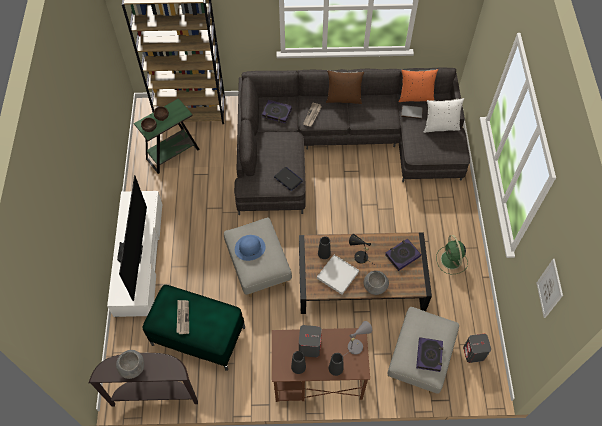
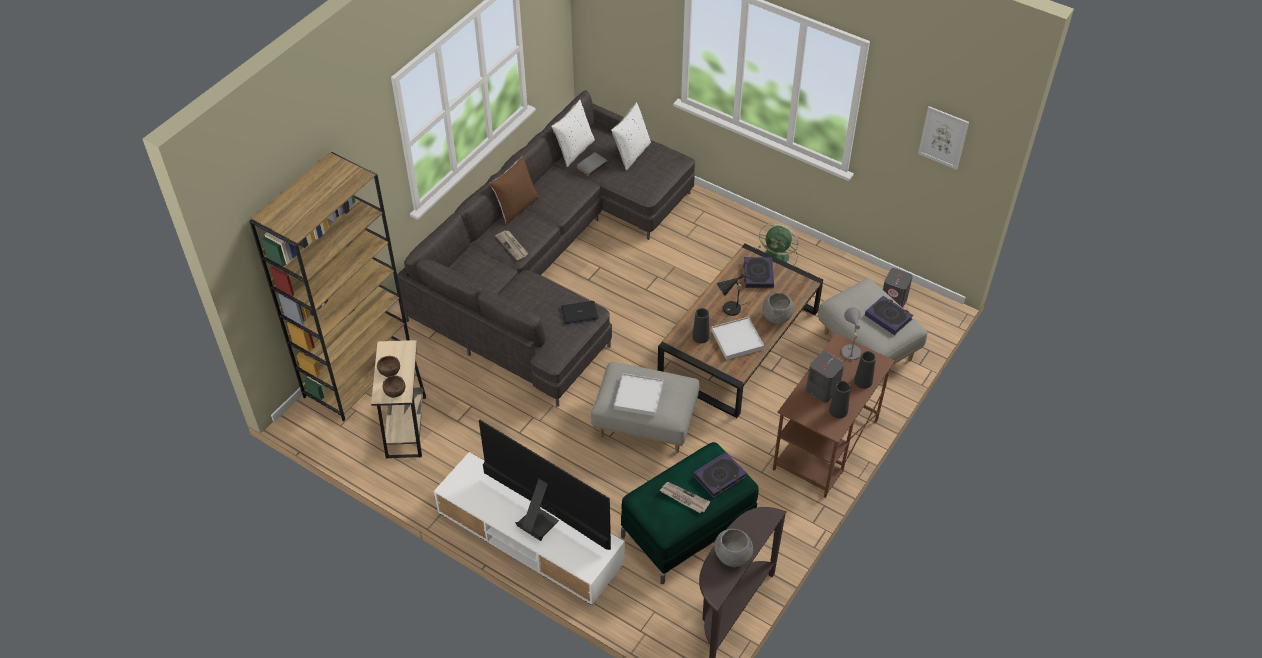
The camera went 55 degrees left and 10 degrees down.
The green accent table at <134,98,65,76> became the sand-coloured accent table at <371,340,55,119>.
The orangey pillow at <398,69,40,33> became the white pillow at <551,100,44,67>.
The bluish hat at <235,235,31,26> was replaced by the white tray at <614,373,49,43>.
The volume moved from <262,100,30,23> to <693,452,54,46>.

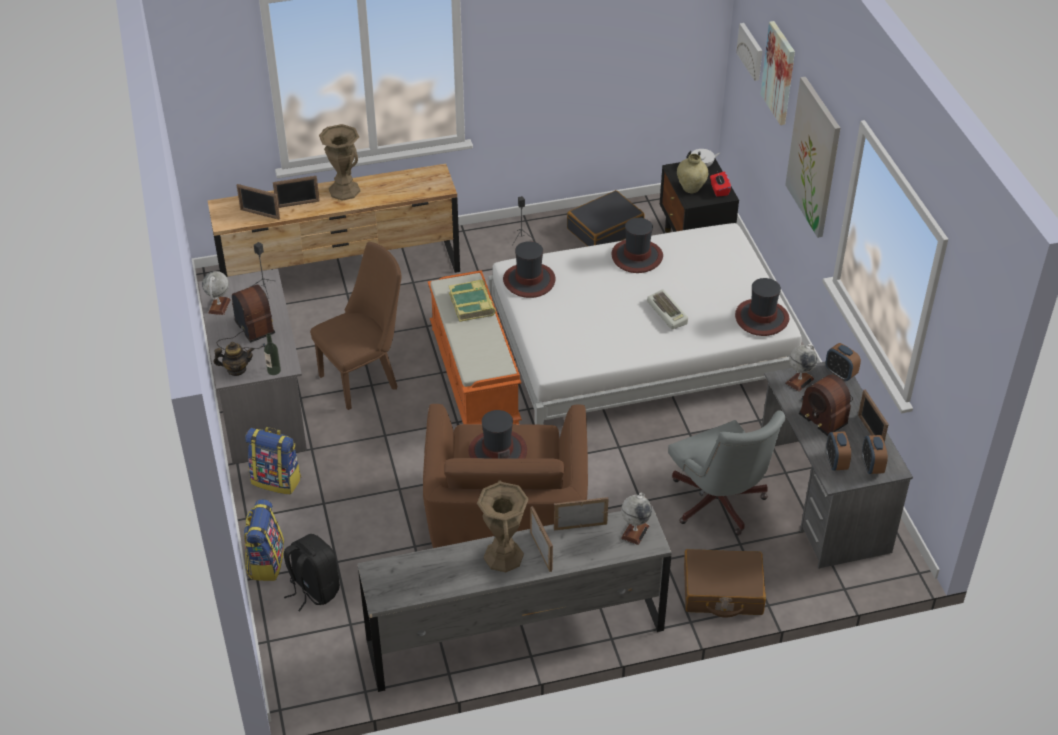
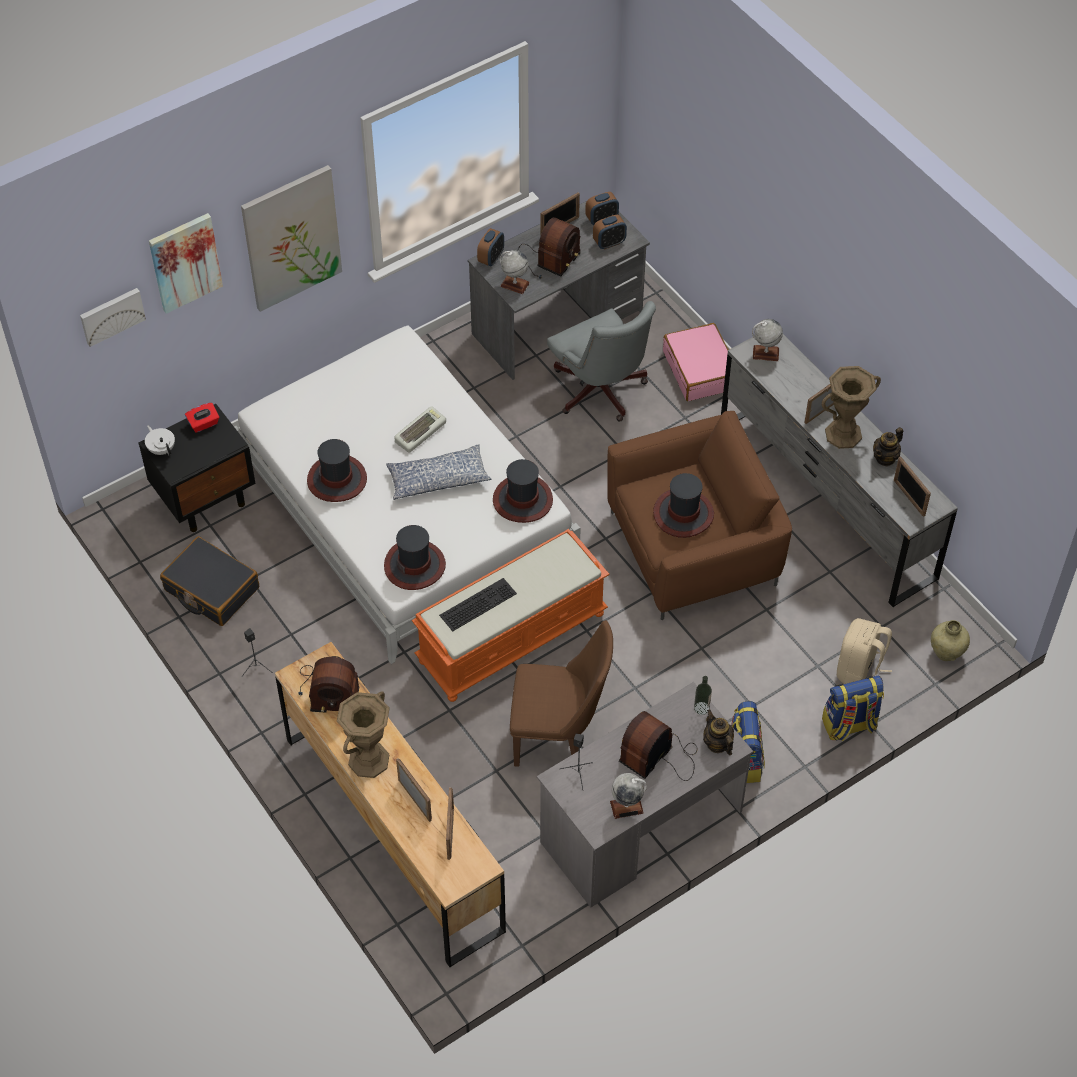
The camera went 110 degrees left and 10 degrees up.
The radio set at <298,656,61,57> appeared.
The pillow at <386,444,105,56> appeared.
The volume at <449,280,47,42> was replaced by the keyboard at <439,578,78,53>.
The hat moved from <735,278,55,58> to <493,459,60,64>.
The brown-coloured plain chair at <310,242,91,168> turned 150 degrees clockwise.
The gray desk chair at <668,410,117,125> turned 105 degrees clockwise.
The brown-coloured travel case at <684,549,82,69> became the pinkish travel case at <663,323,66,78>.
The blackish knapsack at <284,534,56,78> became the sand-coloured knapsack at <837,618,55,72>.
The pot for tea at <873,427,30,40> appeared.
The photo frame moved from <554,497,54,34> to <894,456,37,61>.
The sand-coloured flower vase moved from <677,154,31,40> to <931,620,39,41>.

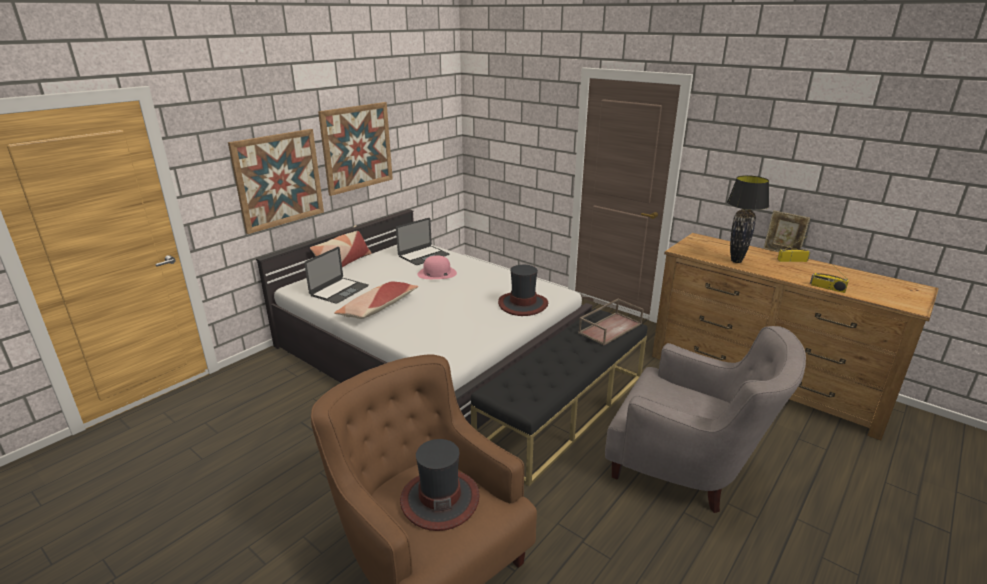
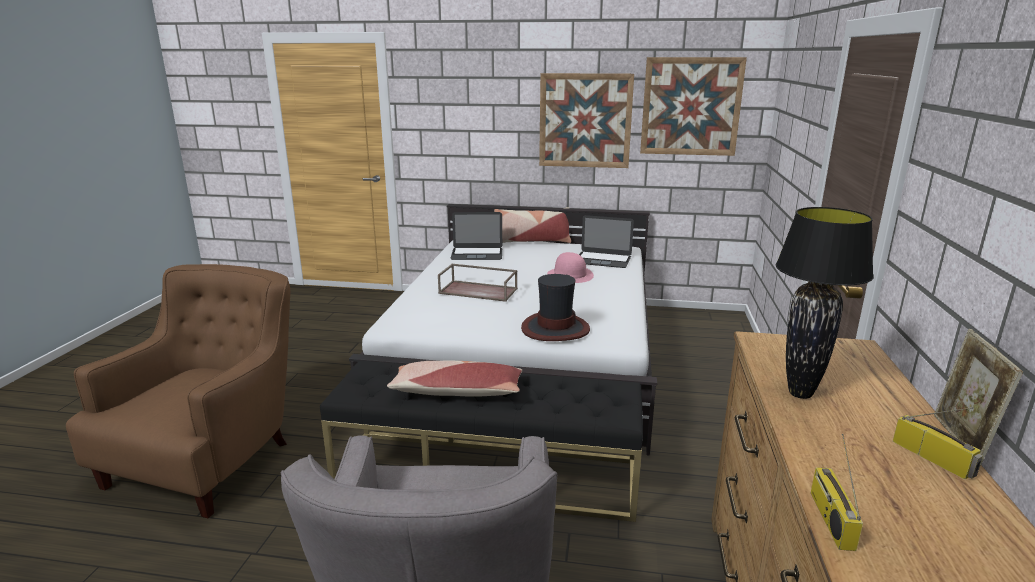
The camera went 60 degrees right and 5 degrees down.
The pillow moved from <334,281,85,38> to <387,361,135,36>.
The brown-coloured tray moved from <578,299,66,46> to <438,264,80,38>.
The wall art moved from <228,129,96,105> to <640,57,107,99>.
The hat at <400,439,80,92> disappeared.

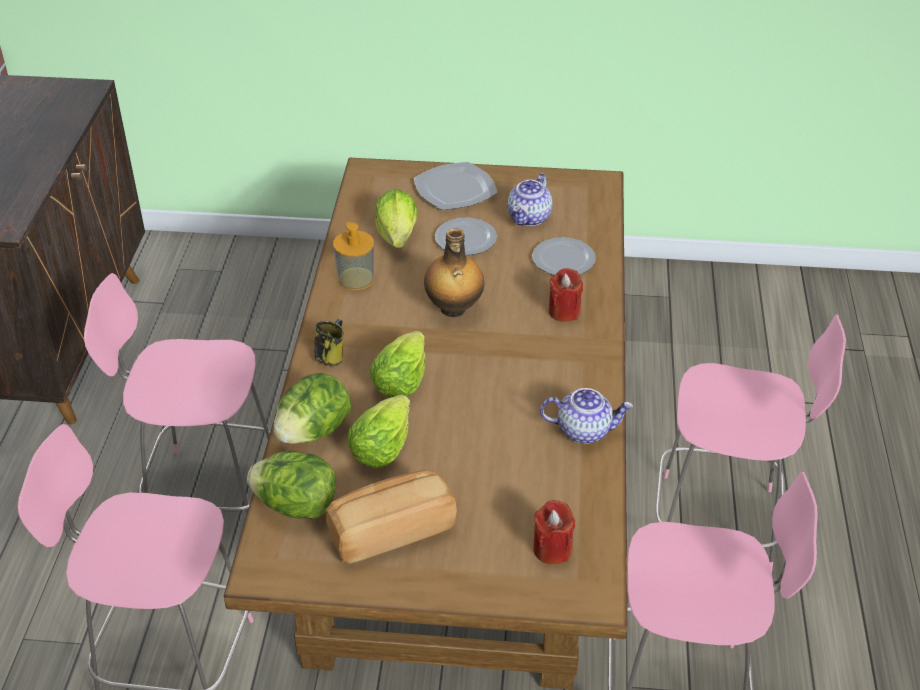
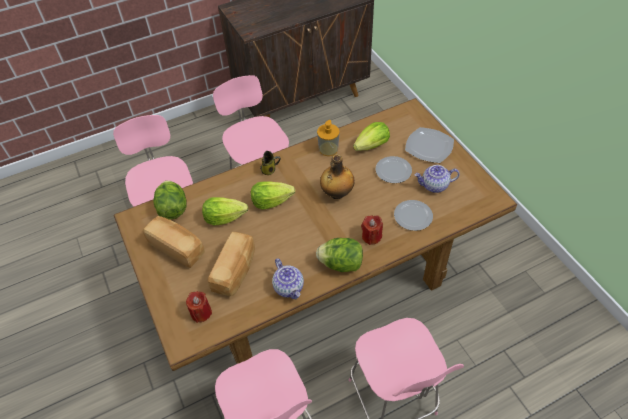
The camera went 60 degrees right and 10 degrees up.
The bread at <208,232,47,64> appeared.
The head of lettuce moved from <274,373,77,71> to <316,238,47,34>.

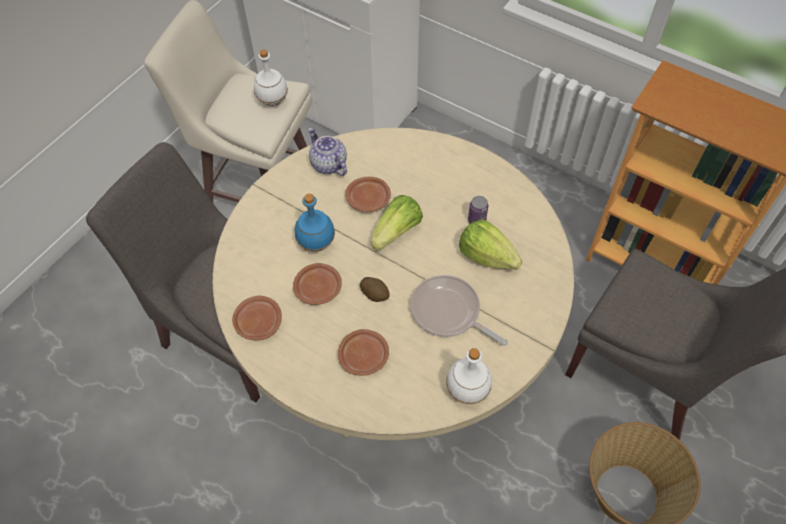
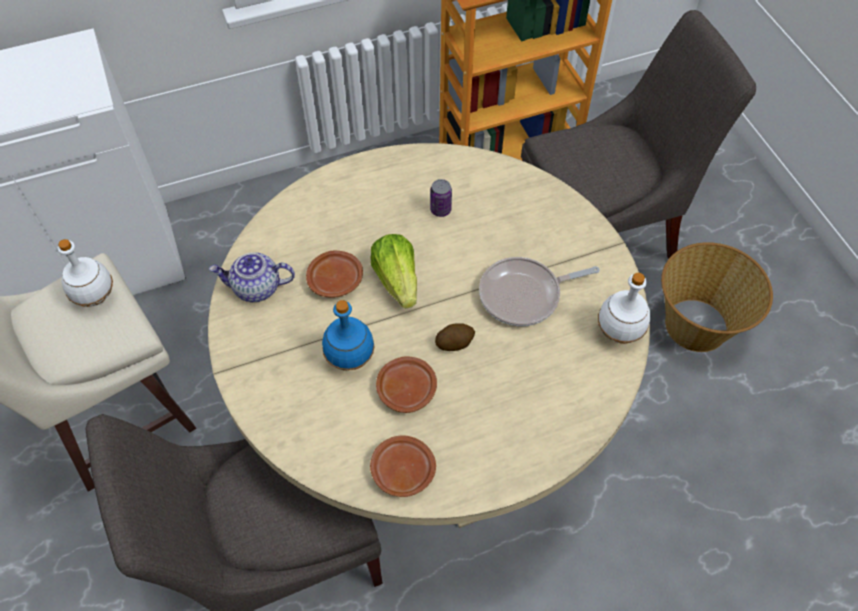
The camera went 55 degrees left and 0 degrees up.
The brown-coloured dinner plate at <338,329,51,47> disappeared.
The head of lettuce at <459,219,63,51> disappeared.

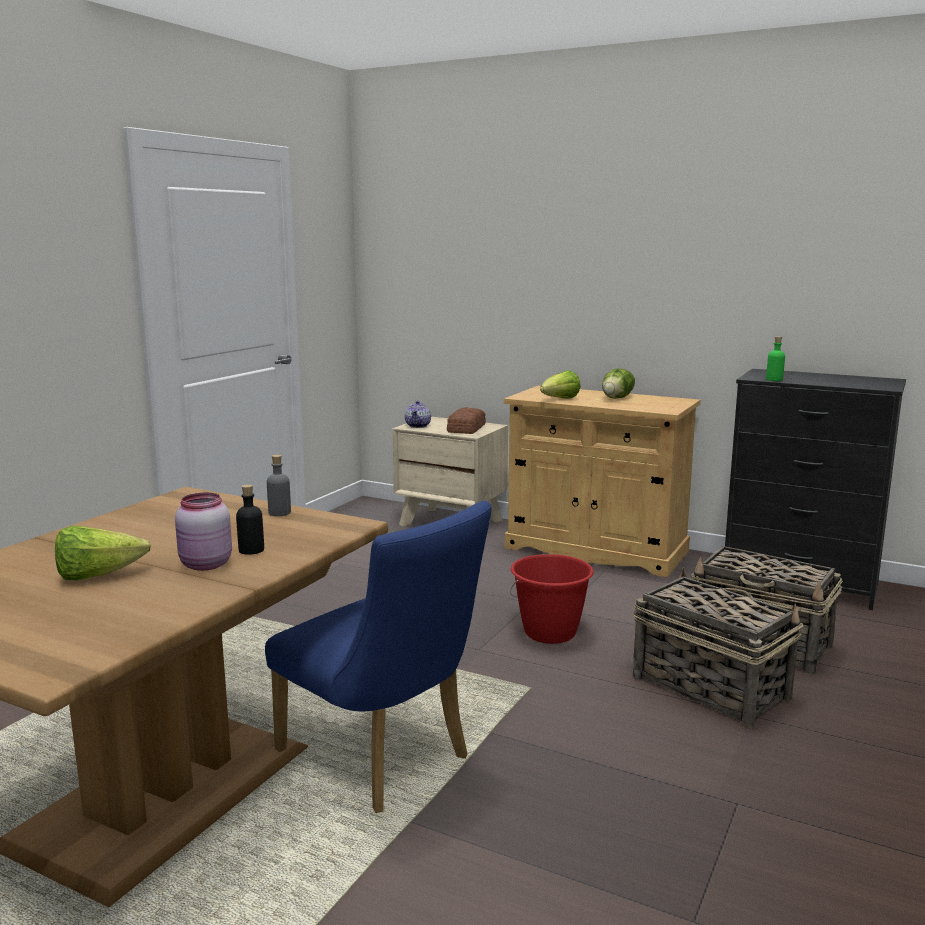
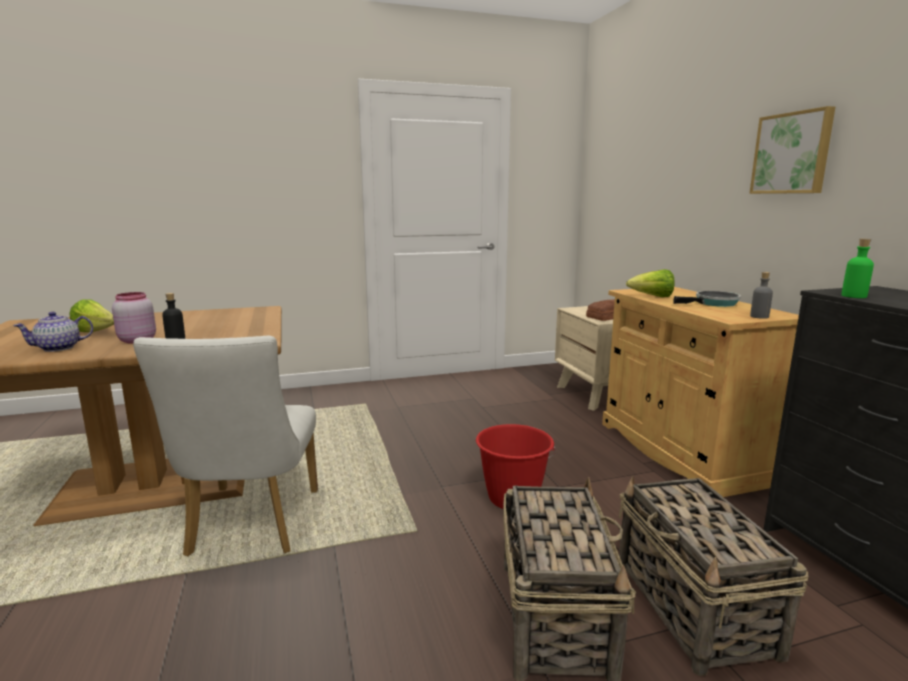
The camera went 45 degrees right and 0 degrees up.
The pot for tea moved from <405,401,26,27> to <13,312,80,40>.
The bluish plain chair at <265,501,226,312> became the white plain chair at <133,336,185,220>.
The head of lettuce at <602,368,33,31> was replaced by the skillet at <673,291,68,16>.
The wall art at <749,106,86,88> appeared.
The gray drink bottle moved from <267,454,24,62> to <750,272,23,47>.

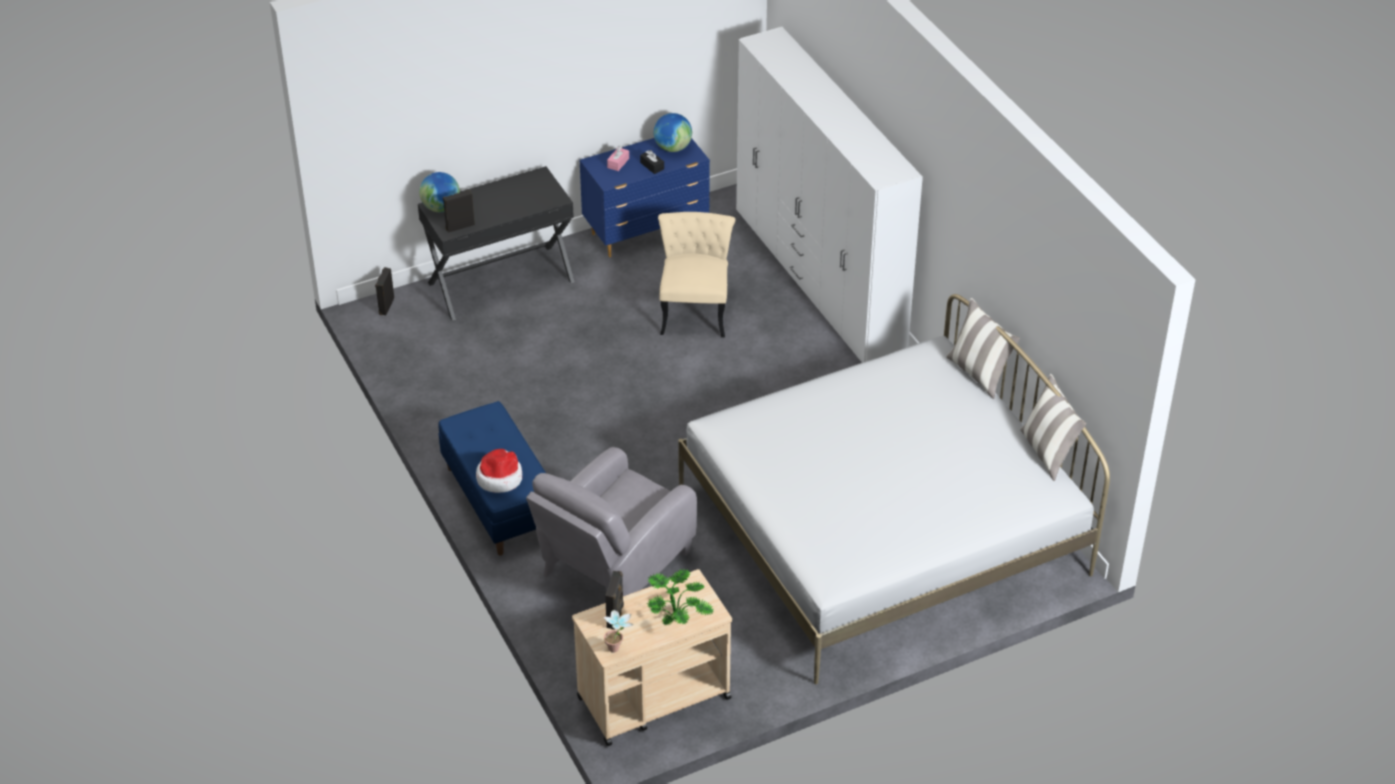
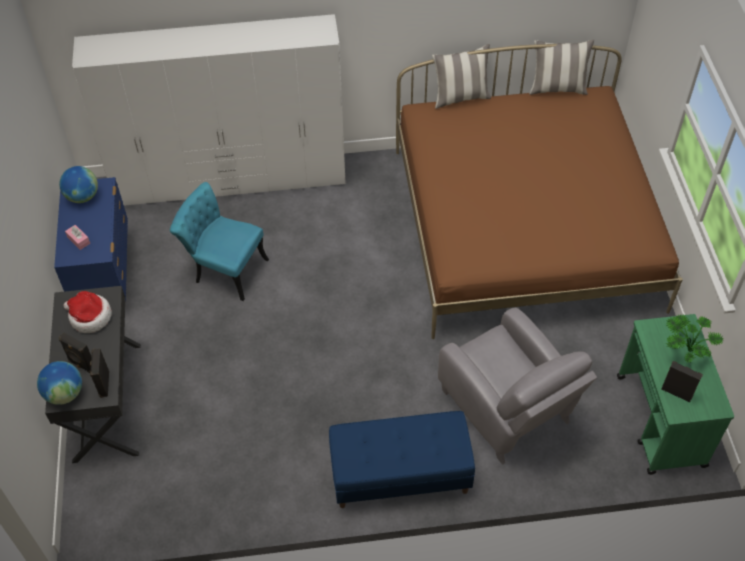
The camera went 70 degrees left and 10 degrees up.
The blackish audio speaker moved from <375,267,19,48> to <58,332,34,41>.
The hat moved from <476,449,46,44> to <64,291,48,42>.
The sand-coloured plain chair at <658,212,77,126> became the turquoise plain chair at <170,182,99,119>.
The white bed at <678,294,432,390> became the brown-coloured bed at <396,44,287,295>.
The sand-coloured trolley at <572,569,160,177> became the green trolley at <617,314,117,161>.
The plant in a pot at <603,610,30,43> disappeared.
The blackish tissue box at <640,150,24,24> disappeared.

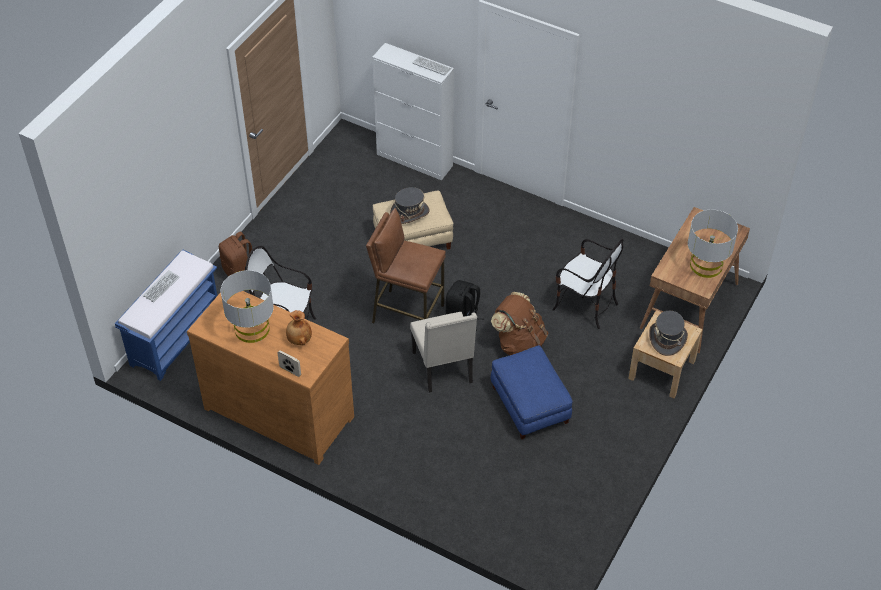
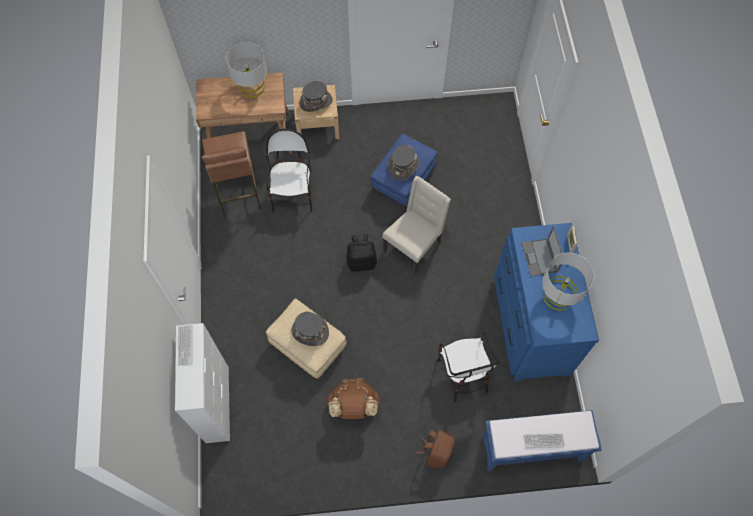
The camera went 125 degrees left and 15 degrees up.
The brown-coloured stool seat moved from <366,208,80,115> to <202,131,59,87>.
The brown-coloured knapsack moved from <491,292,57,63> to <327,378,53,41>.
The gray hat at <388,145,31,35> appeared.
The brown-coloured dresser at <187,291,167,174> became the bluish dresser at <494,223,105,158>.
The brown-coloured flower vase at <286,310,26,35> was replaced by the notebook computer at <522,226,40,50>.

